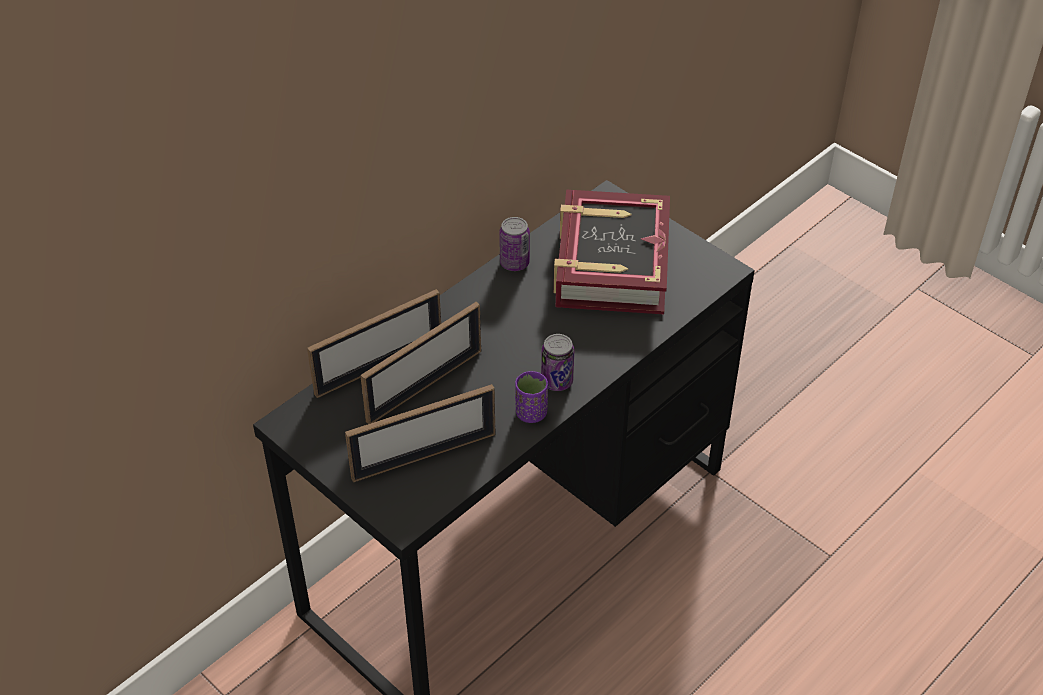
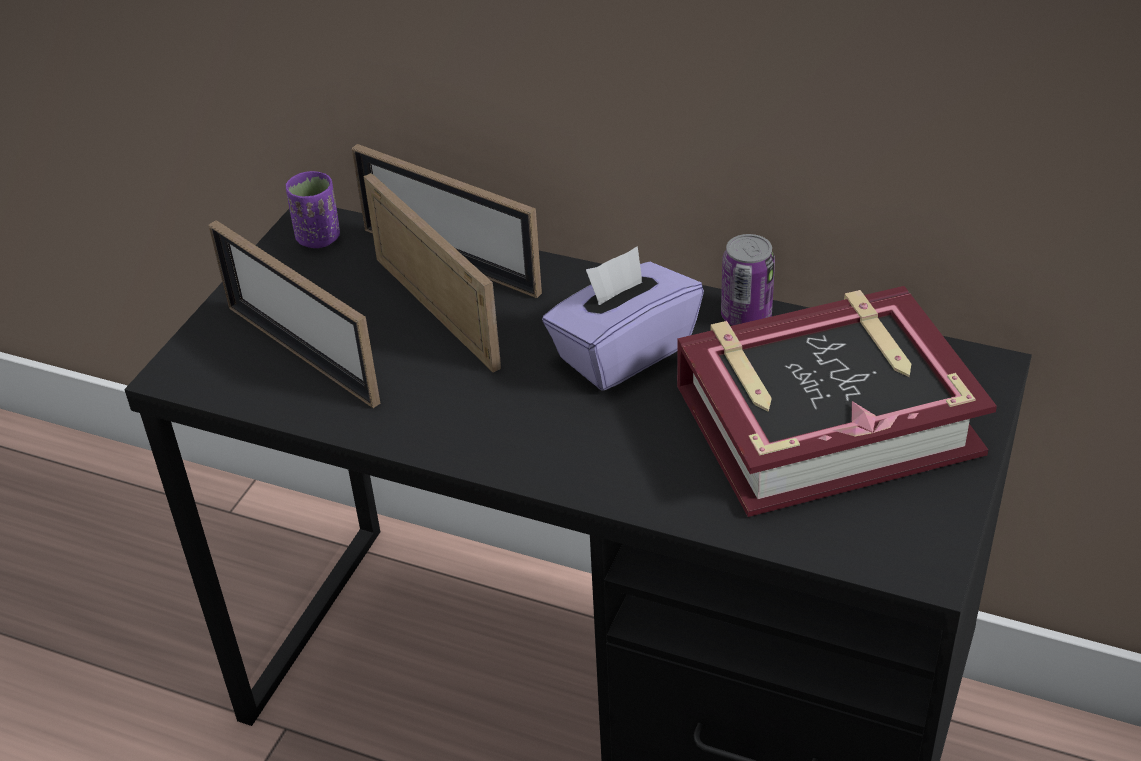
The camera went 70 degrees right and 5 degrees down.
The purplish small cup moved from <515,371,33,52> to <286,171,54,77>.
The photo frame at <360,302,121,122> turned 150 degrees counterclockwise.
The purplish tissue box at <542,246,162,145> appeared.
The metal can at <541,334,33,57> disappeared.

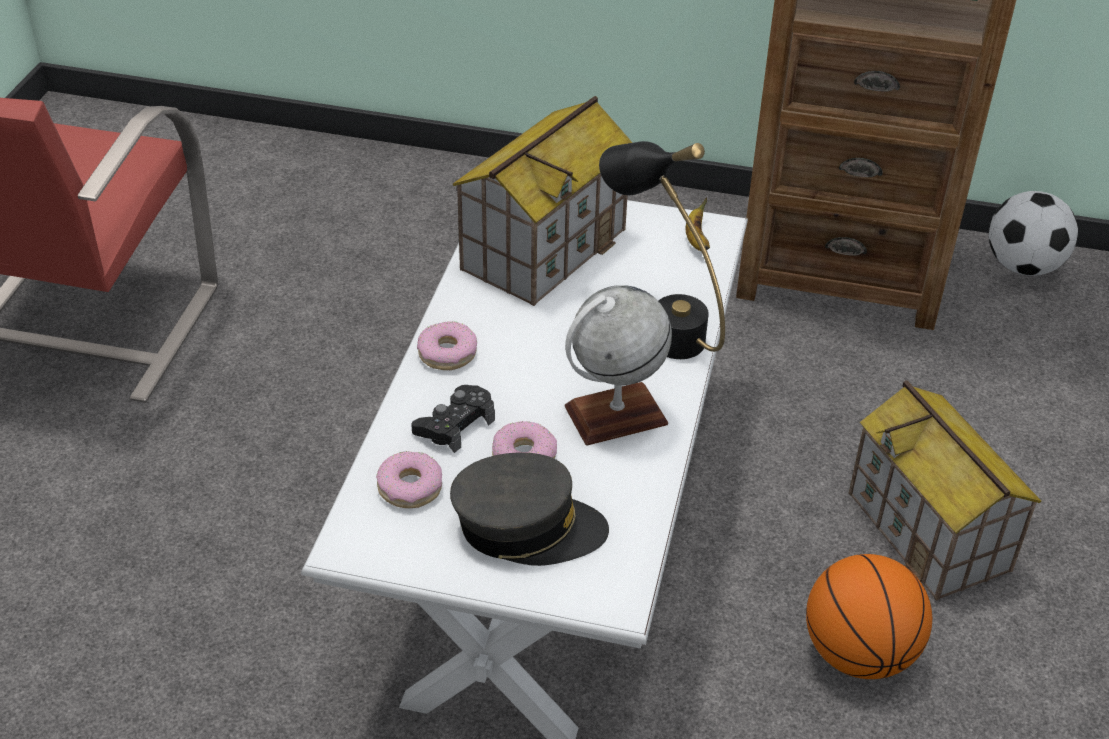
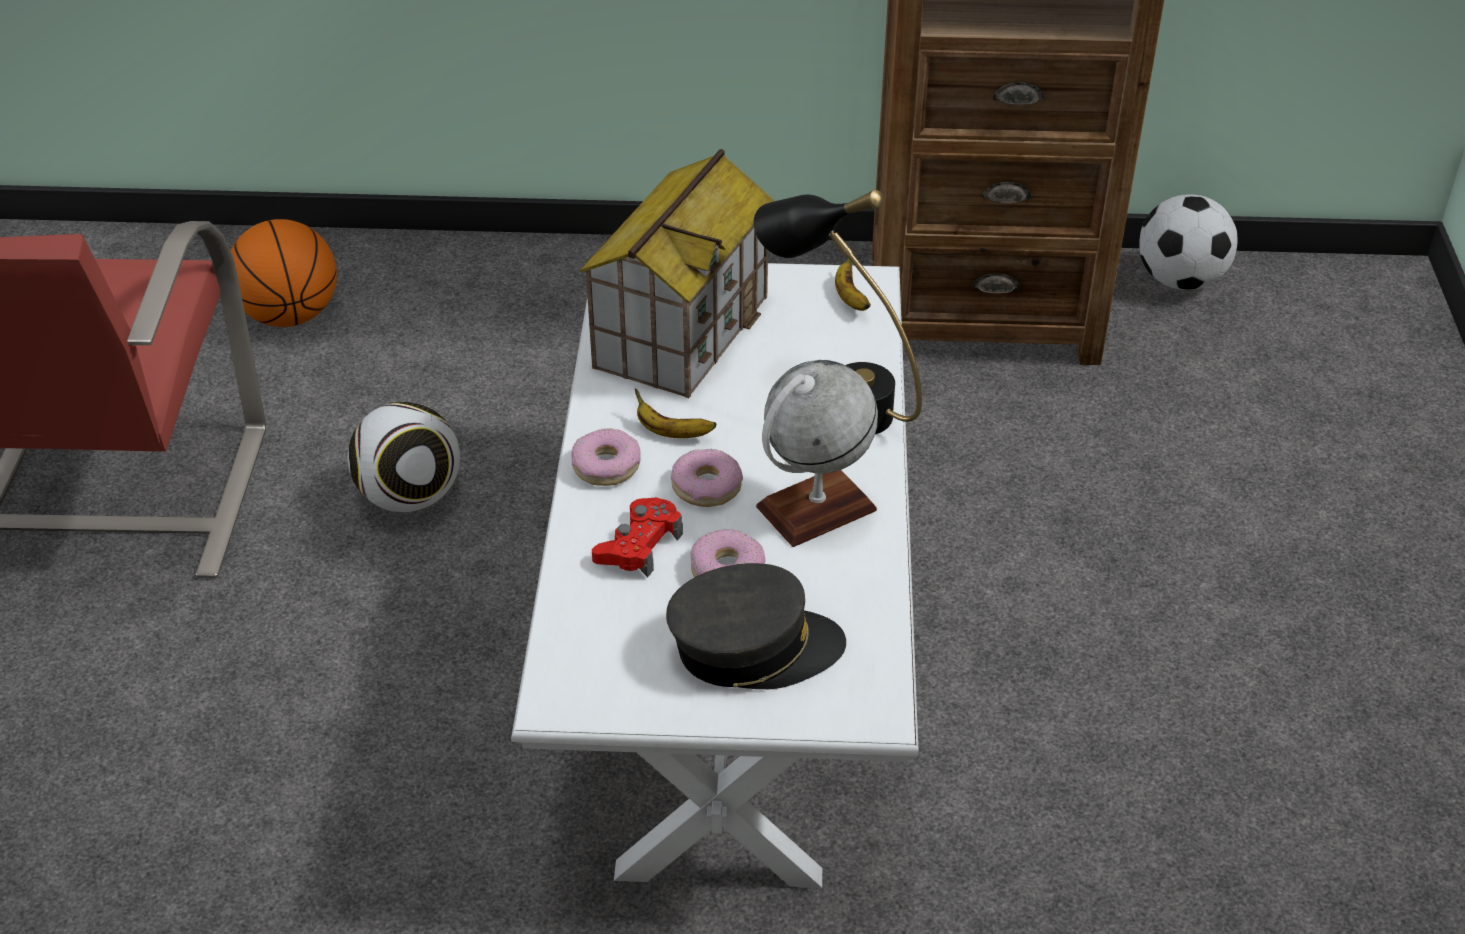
The camera went 10 degrees left and 0 degrees up.
The basketball ball moved from <806,554,126,125> to <231,219,106,108>.
The football at <348,402,112,111> appeared.
The blackish gamepad at <411,385,84,68> became the red-coloured gamepad at <592,497,91,81>.
The banana fruit at <635,389,81,49> appeared.
The doughnut moved from <376,451,66,57> to <671,449,72,58>.
The model house at <849,380,193,221> disappeared.

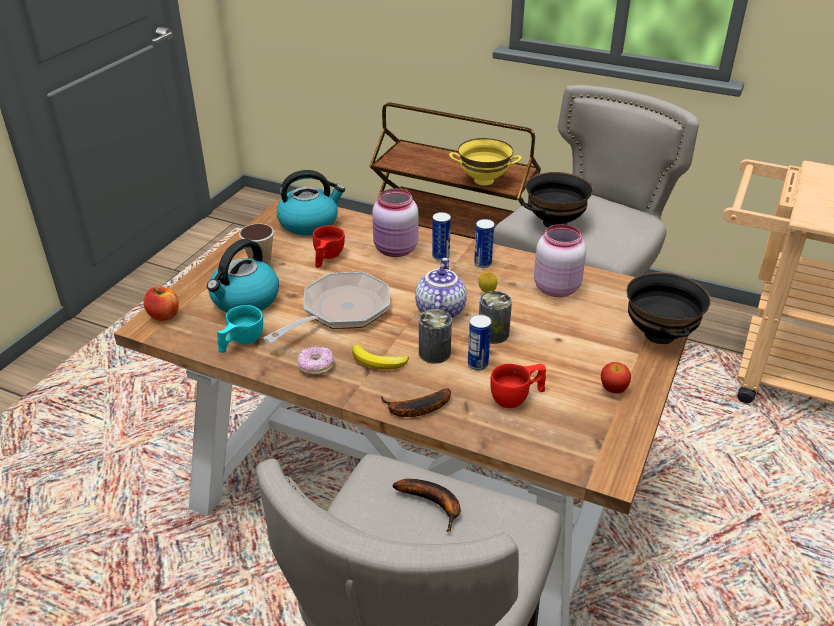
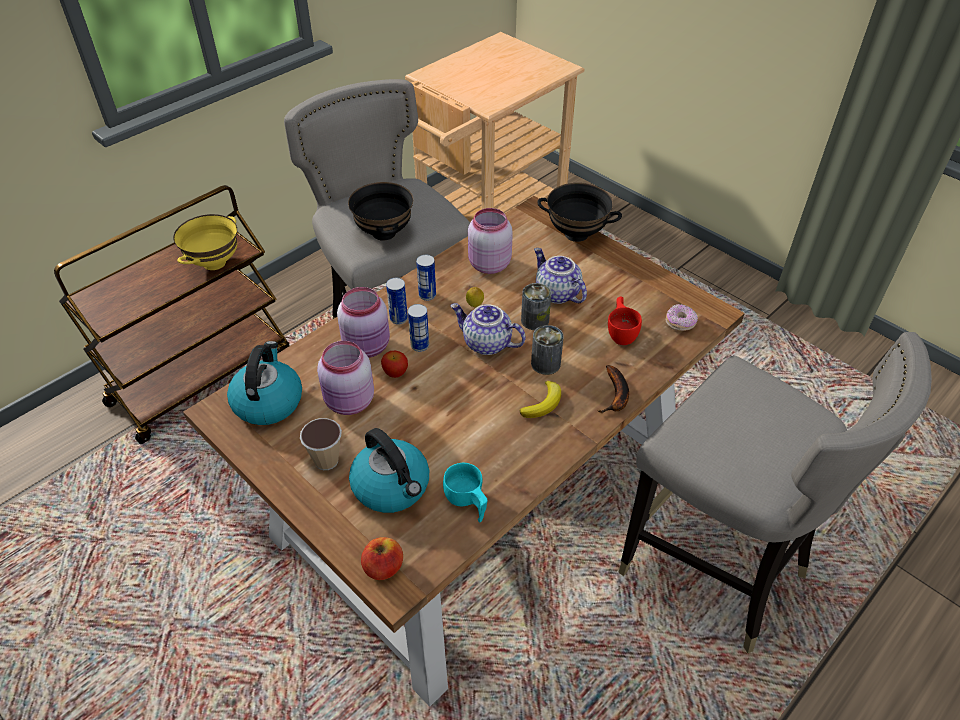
The camera went 70 degrees left and 10 degrees up.
The red-coloured small cup at <313,225,32,43> was replaced by the pinkish preserve jar at <317,341,57,74>.
The whole apple moved from <601,362,30,32> to <381,350,27,28>.
The metal can moved from <468,315,23,55> to <408,304,21,48>.
The pot for tea at <534,248,53,56> appeared.
The doughnut moved from <297,347,37,28> to <666,304,32,27>.
The skillet at <263,272,127,71> disappeared.
The banana fruit at <393,479,68,53> disappeared.

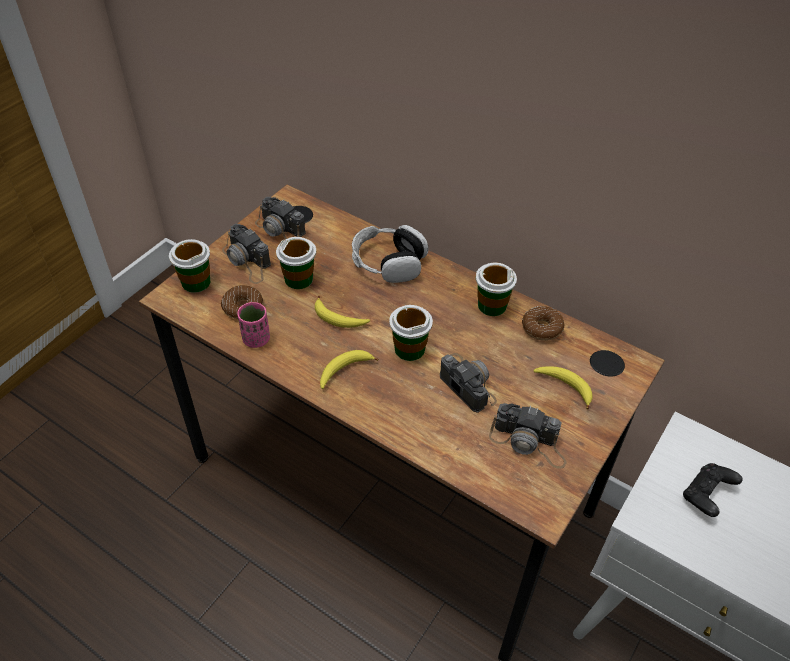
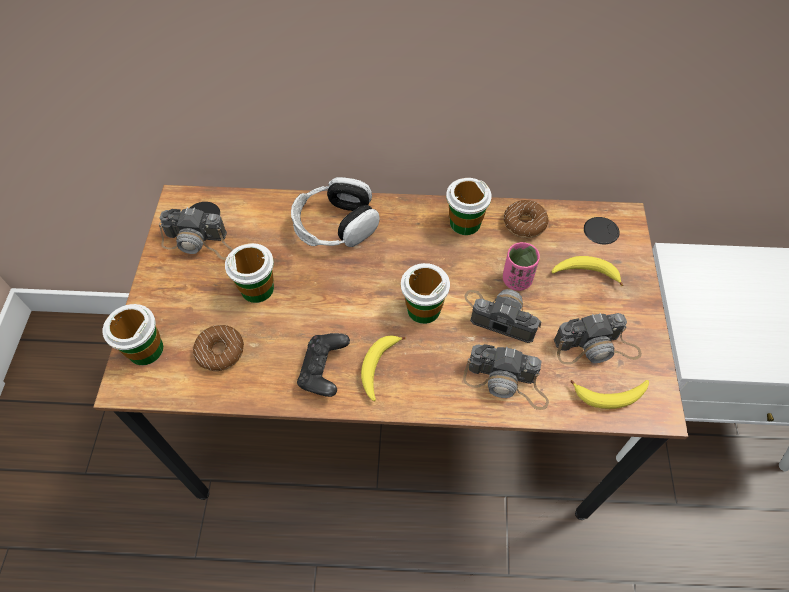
The camera went 30 degrees left and 10 degrees up.
The blackish gamepad moved from <683,463,60,54> to <297,333,53,64>.
The photo camera moved from <222,224,49,60> to <463,344,86,66>.
The pinkish small cup moved from <237,302,33,46> to <503,242,37,49>.
The banana fruit moved from <315,296,55,32> to <570,380,79,29>.

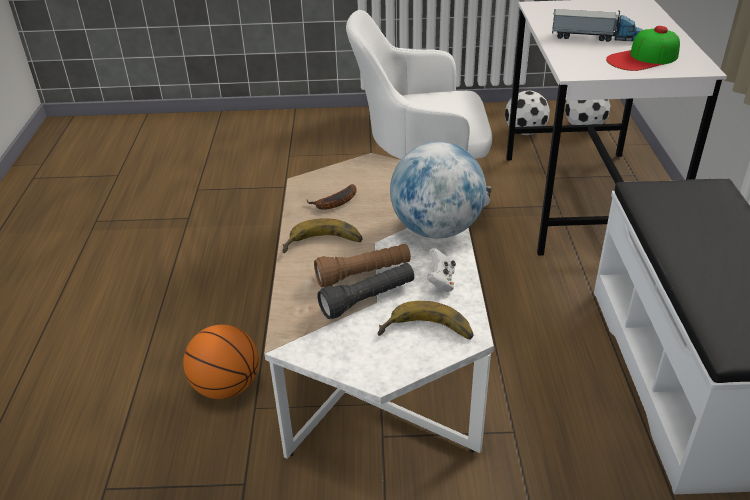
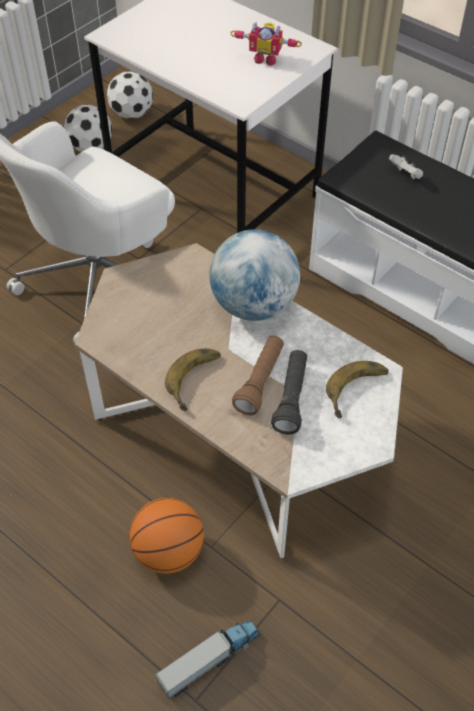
The camera went 50 degrees left and 15 degrees up.
The toy truck moved from <552,9,91,33> to <155,620,105,80>.
The baseball cap at <606,26,74,45> was replaced by the toy robot at <230,22,72,44>.
The white gamepad moved from <427,248,29,44> to <389,154,34,25>.
The banana fruit at <306,184,51,26> disappeared.

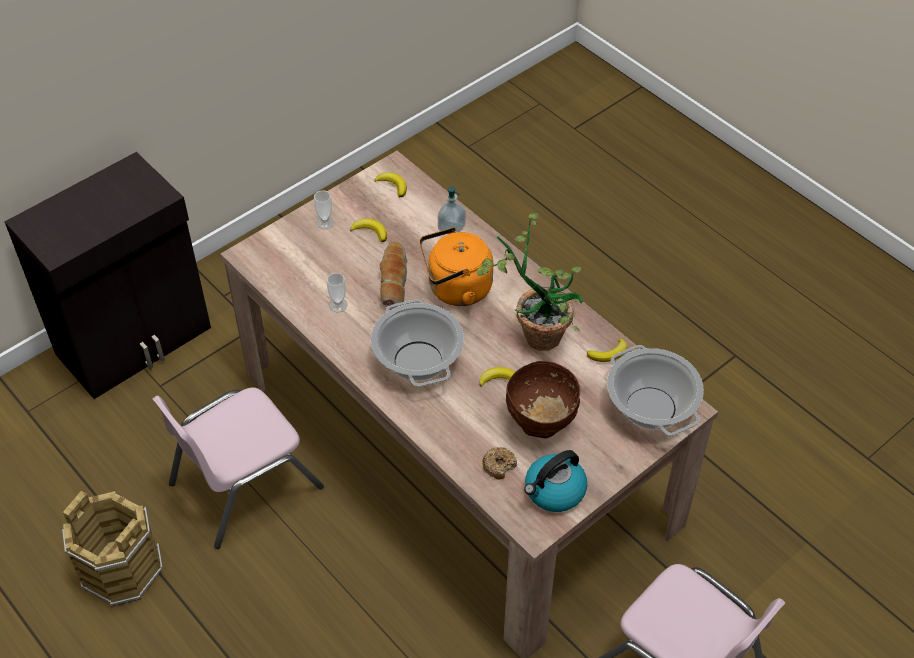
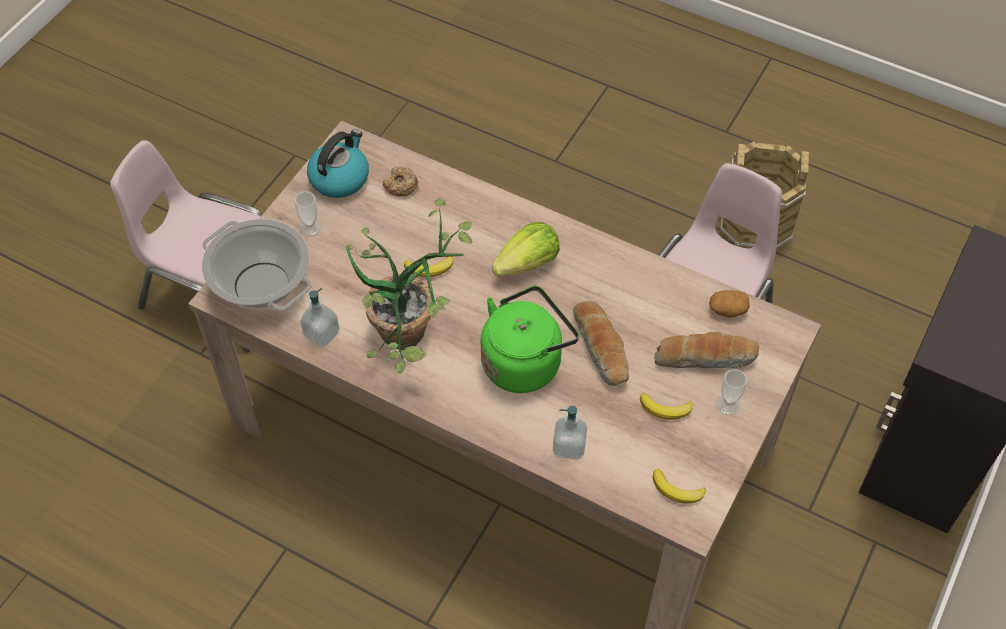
The camera went 160 degrees right and 5 degrees up.
The small cup moved from <327,273,21,39> to <294,191,27,45>.
The banana fruit at <587,338,40,24> was replaced by the soap bottle at <300,288,40,59>.
The orangey kettle at <419,227,74,79> became the green kettle at <481,285,98,108>.
The cooking pot at <371,299,93,88> was replaced by the head of lettuce at <492,222,68,54>.
The bread at <654,332,105,37> appeared.
The whole potato at <709,290,41,27> appeared.
The brown-coloured bowl at <506,361,74,77> disappeared.

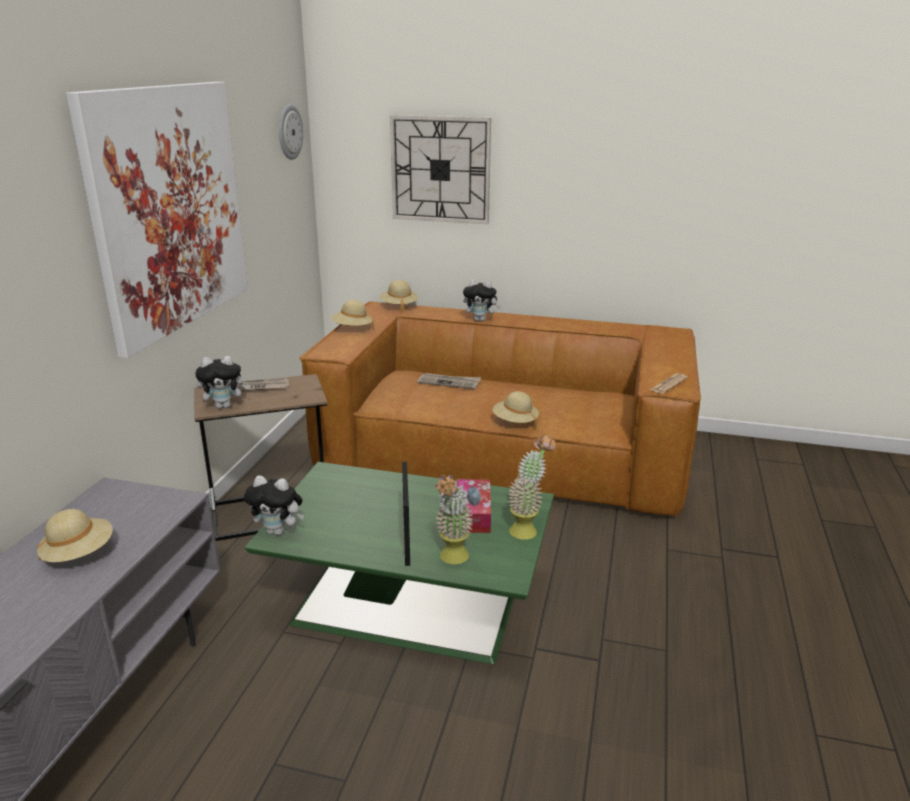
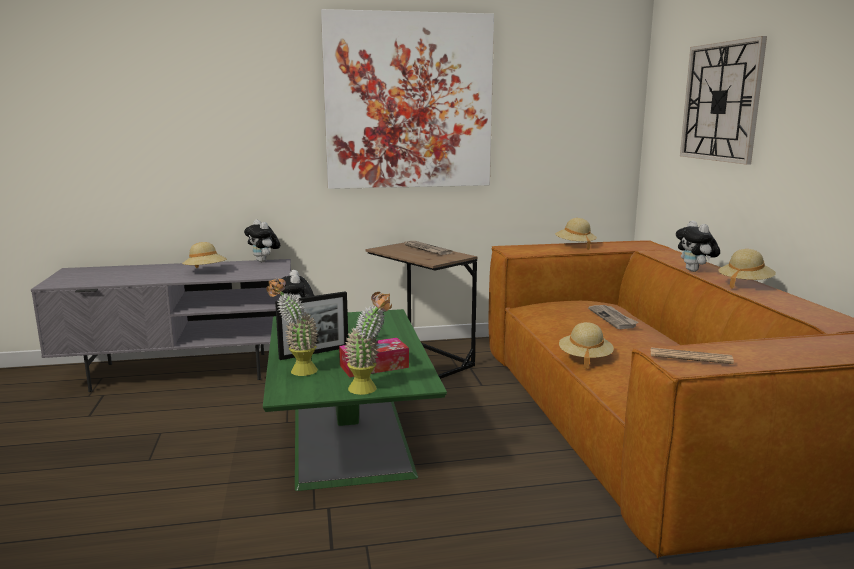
The camera went 65 degrees right and 10 degrees down.
The plush toy moved from <195,356,55,53> to <244,220,36,42>.
The sand-coloured hat moved from <380,280,38,32> to <719,249,57,40>.
The clock on the wall at <279,104,24,56> disappeared.

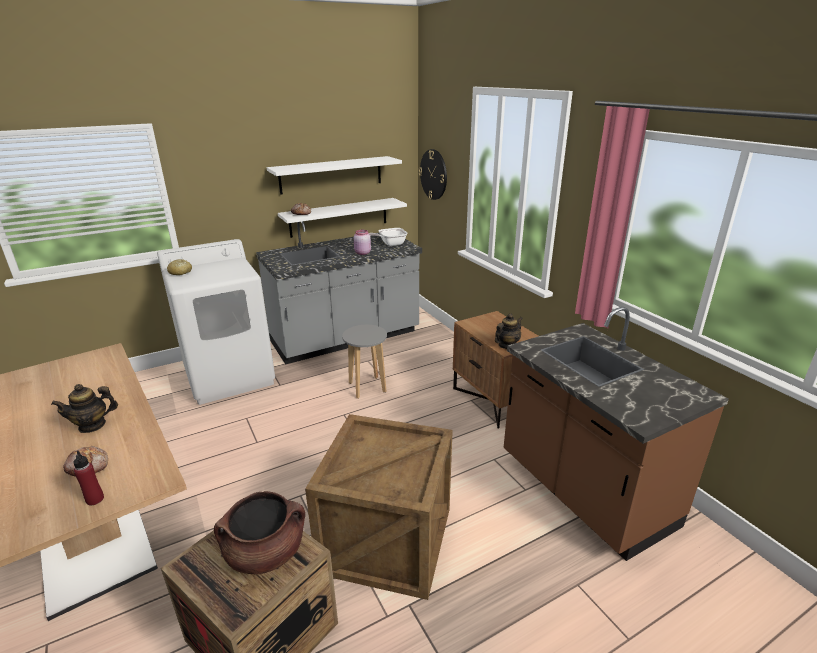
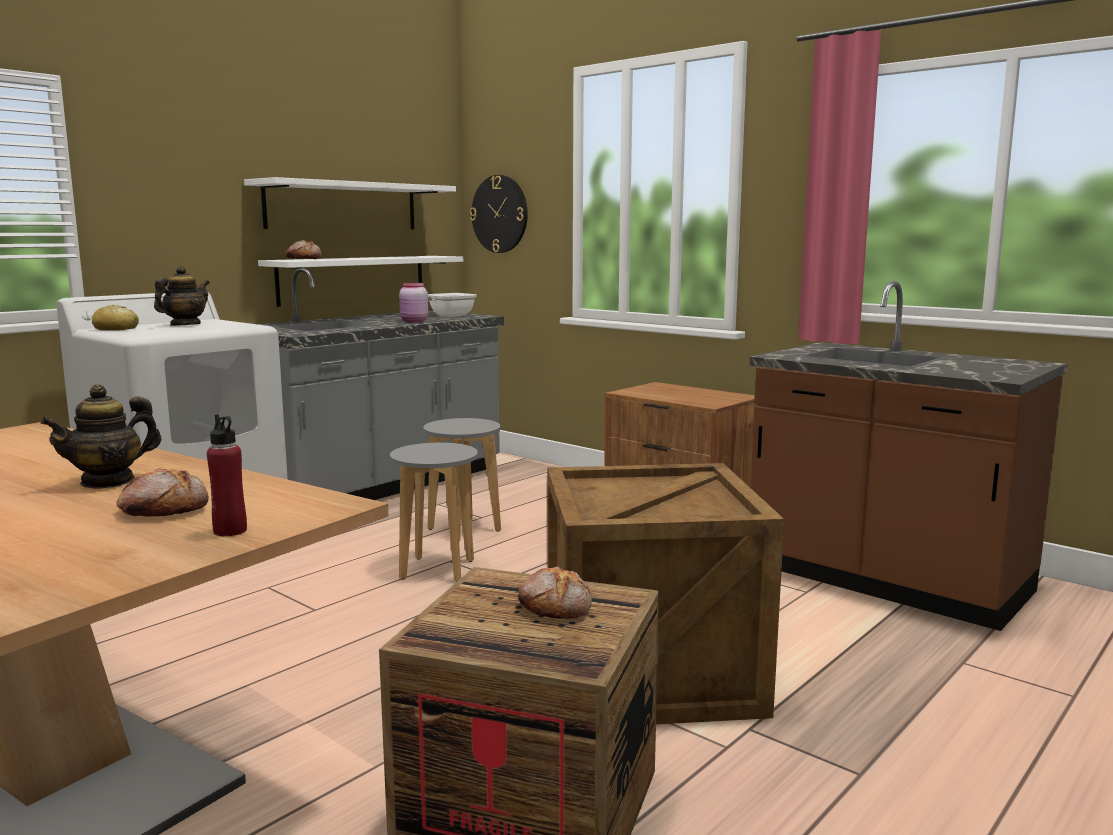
The camera went 20 degrees left and 15 degrees down.
The pot for tea moved from <495,313,28,36> to <154,266,56,60>.
The gray stool seat at <390,443,88,139> appeared.
The brown-coloured cooking pot at <214,491,91,83> was replaced by the bread at <518,567,74,52>.

